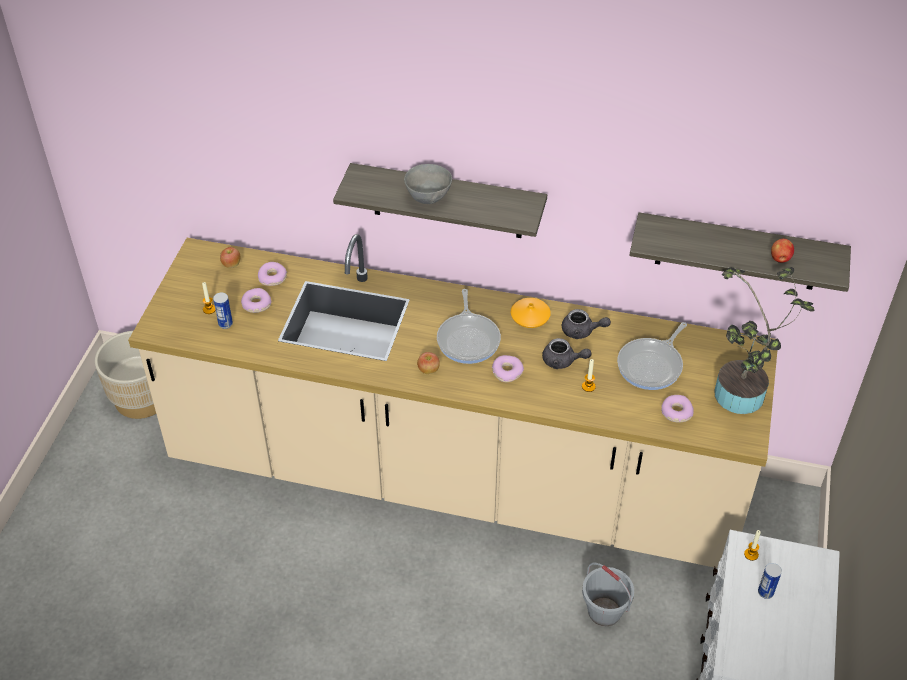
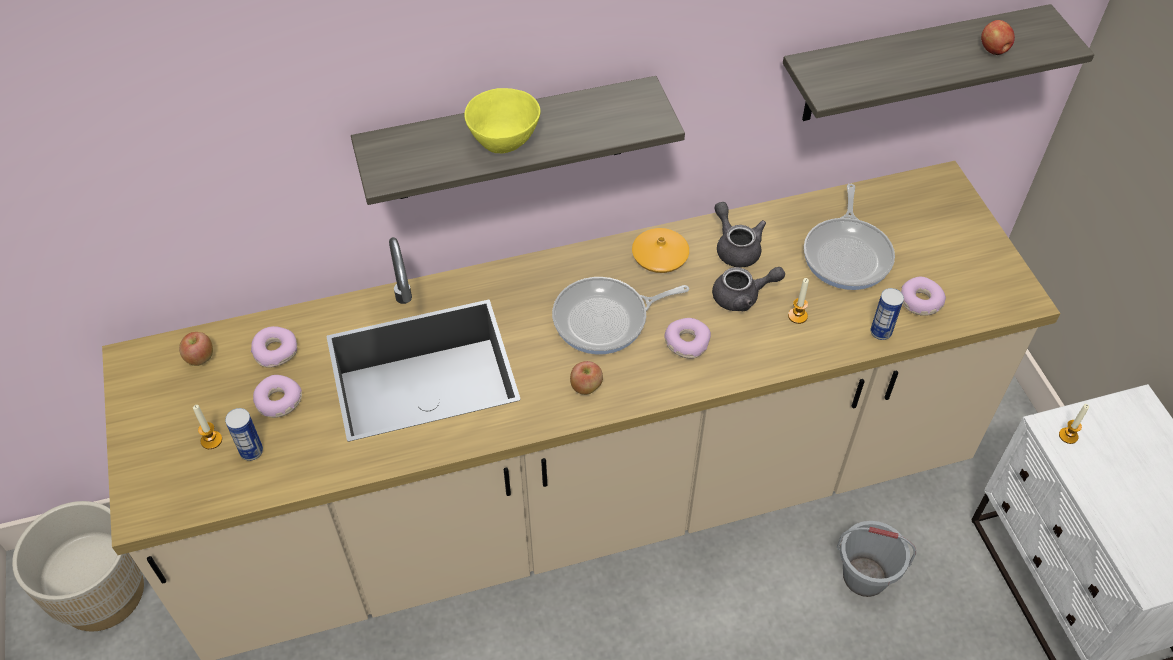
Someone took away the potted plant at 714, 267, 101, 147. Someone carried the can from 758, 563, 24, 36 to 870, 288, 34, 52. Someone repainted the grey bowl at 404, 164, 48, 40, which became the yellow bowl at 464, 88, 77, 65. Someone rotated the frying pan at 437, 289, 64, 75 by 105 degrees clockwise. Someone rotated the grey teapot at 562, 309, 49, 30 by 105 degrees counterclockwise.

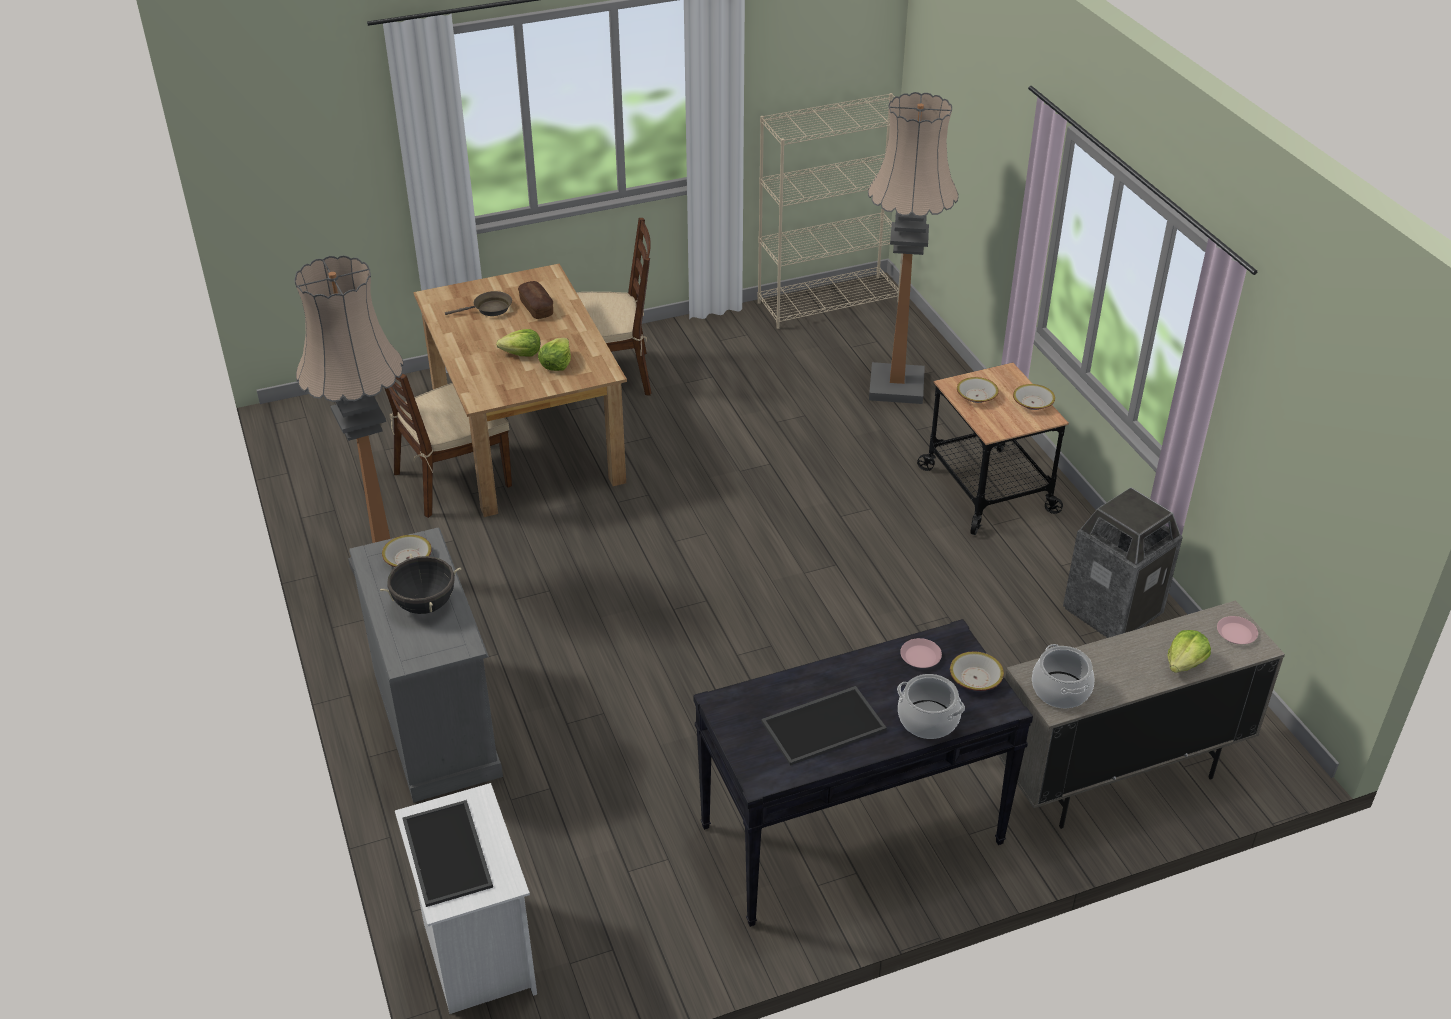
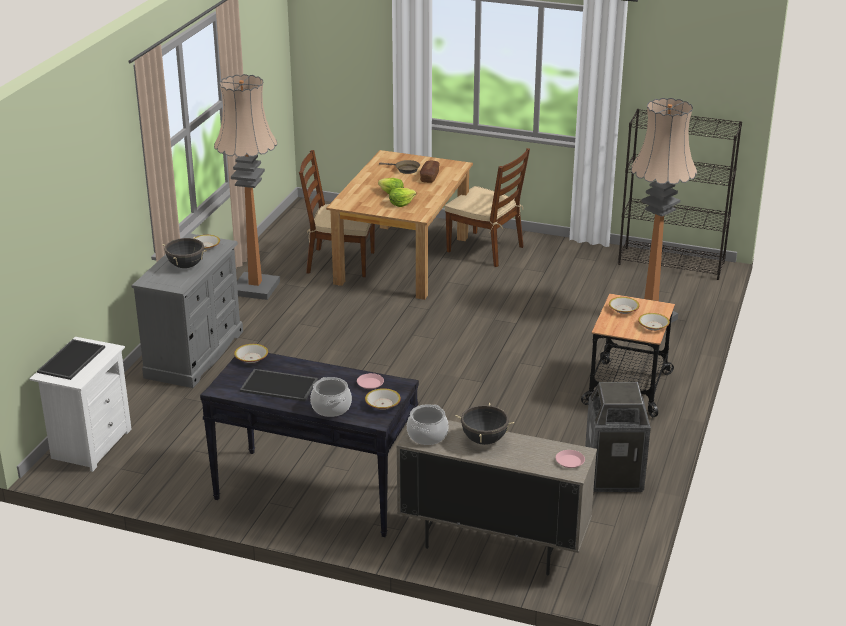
Someone took away the lettuce at 1168, 630, 43, 43. Someone put down the bowl at 234, 344, 34, 19. Someone put down the black cooking pot at 456, 403, 59, 42. Someone repainted the beige bookcase at 757, 93, 146, 236, which became the black bookcase at 618, 109, 124, 171.

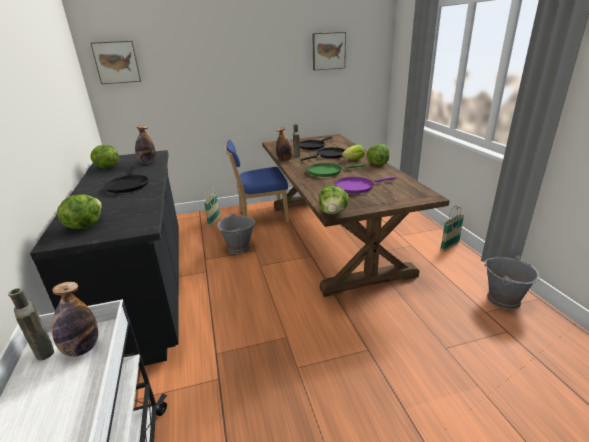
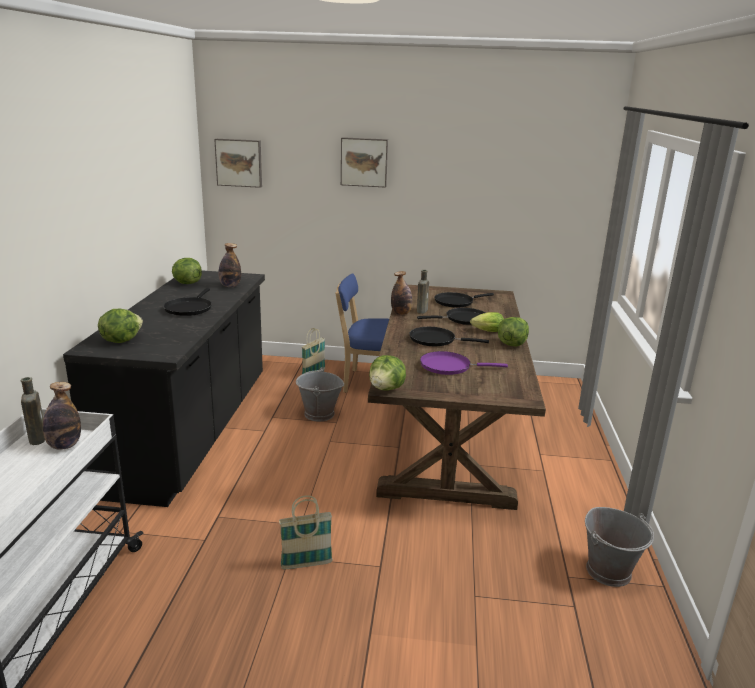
Someone carried the picture from 312, 32, 34, 38 to 341, 137, 47, 51. Someone carried the basket from 440, 206, 24, 45 to 279, 495, 54, 74. Someone repainted the green frying pan at 308, 163, 57, 14, which became the black frying pan at 409, 327, 80, 19.

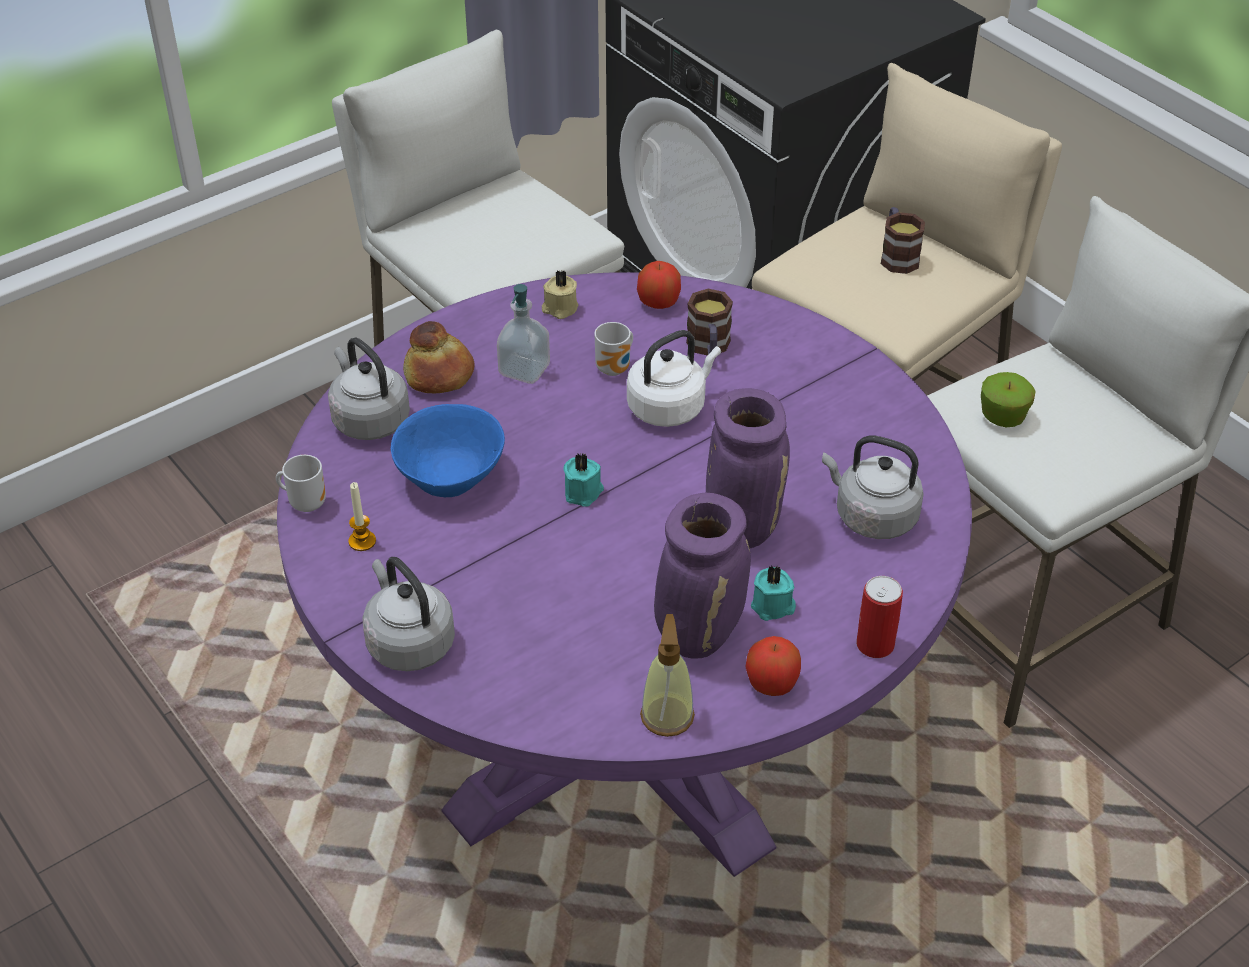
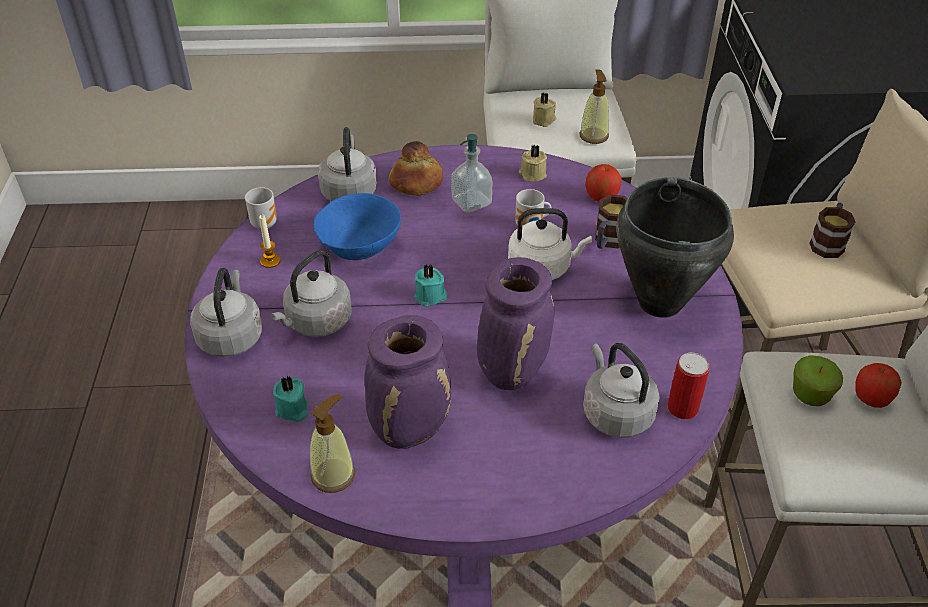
Someone put down the grey kettle at 271, 250, 81, 87. Someone put down the beige candle at 533, 93, 24, 34. Someone put down the soap dispenser at 580, 69, 29, 75. Someone put down the black cooking pot at 616, 177, 118, 141. Someone carried the apple from 745, 636, 56, 60 to 855, 363, 47, 45. Someone carried the turquoise candle from 751, 565, 45, 56 to 273, 376, 35, 46. Someone carried the can from 856, 576, 47, 82 to 667, 352, 43, 67.

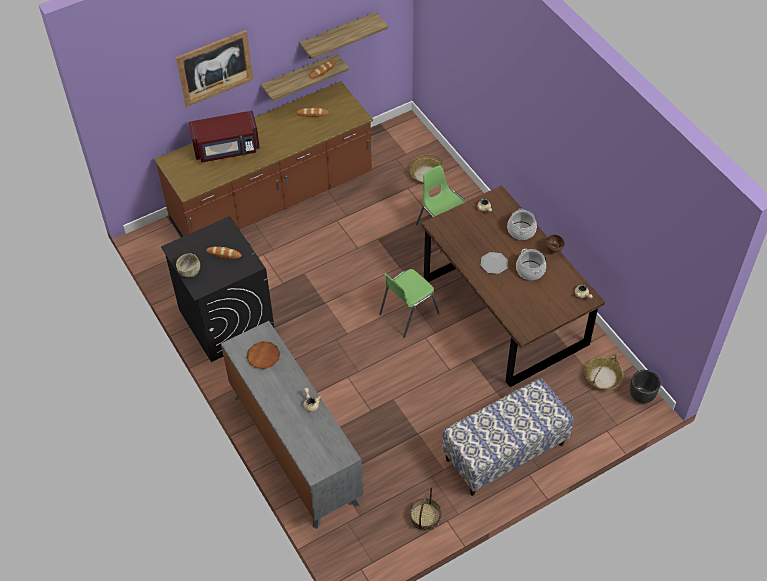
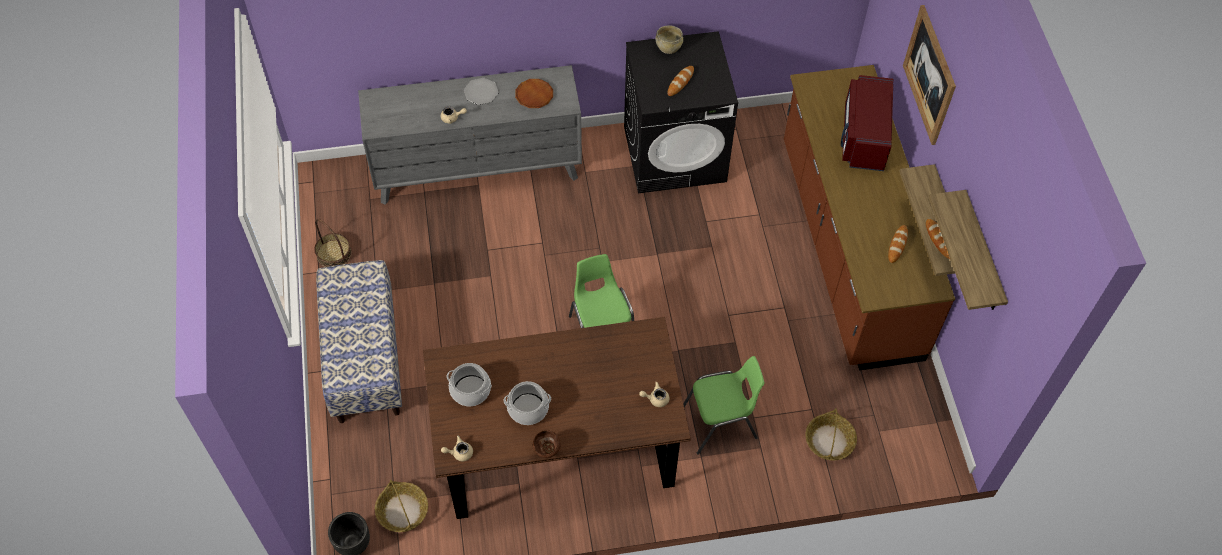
Someone carried the plate from 481, 252, 27, 22 to 464, 78, 35, 27. Someone carried the cooking pot from 507, 209, 30, 31 to 447, 363, 45, 43.

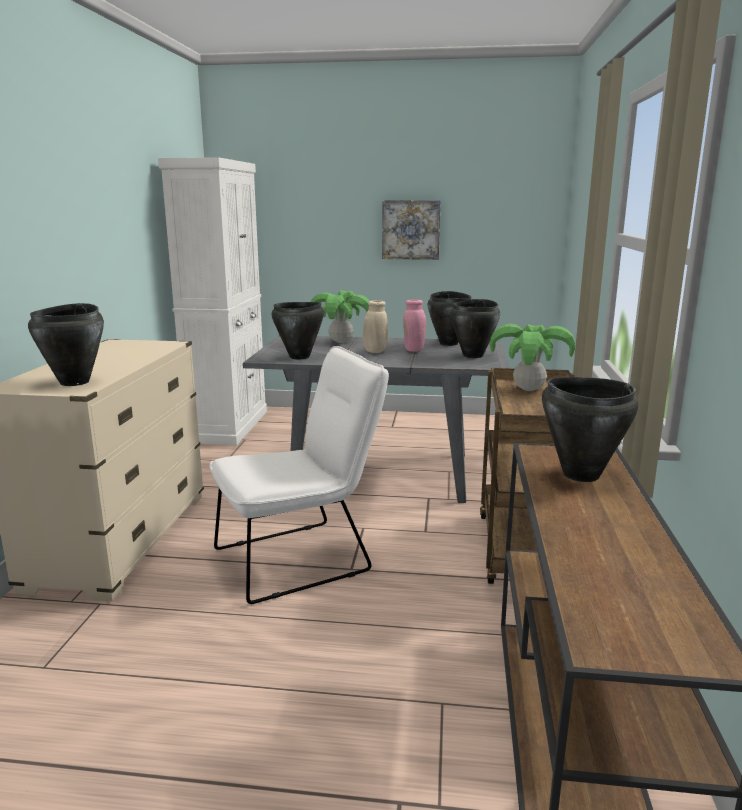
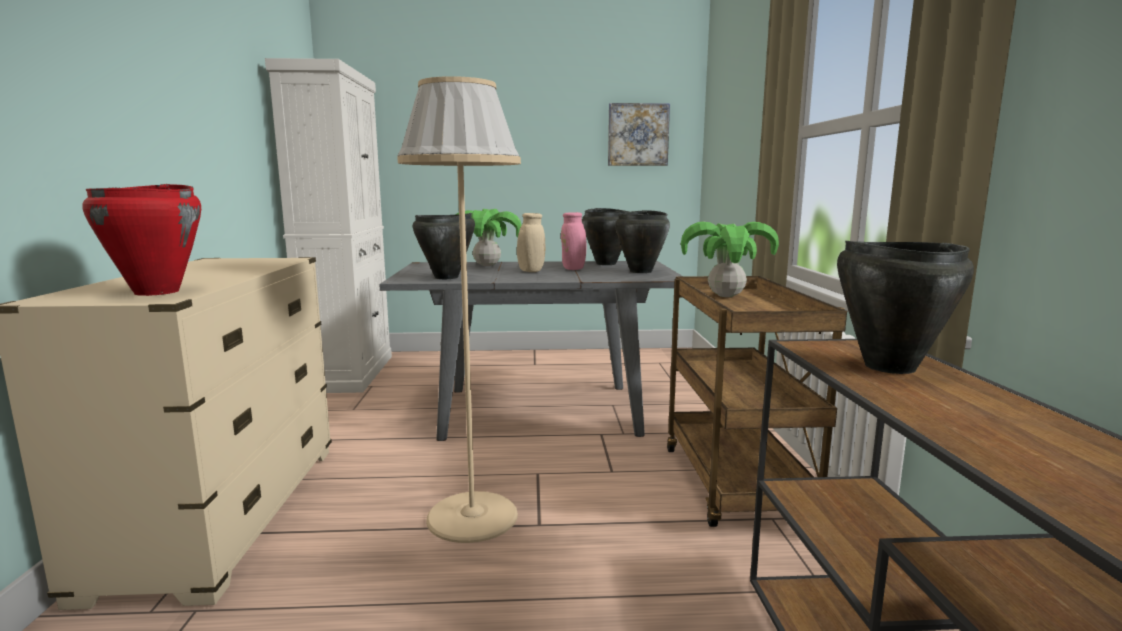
Someone carried the picture from 382, 200, 59, 60 to 608, 103, 62, 63. Someone swapped the white chair at 210, 346, 179, 258 for the beige floor lamp at 397, 76, 124, 467. Someone repainted the black cooking pot at 28, 303, 76, 83, which became the red cooking pot at 82, 184, 119, 112.

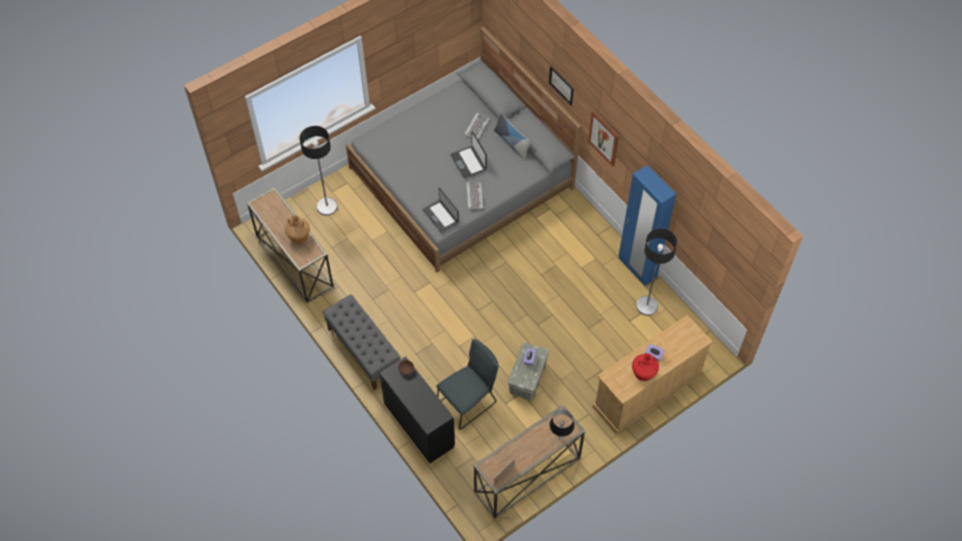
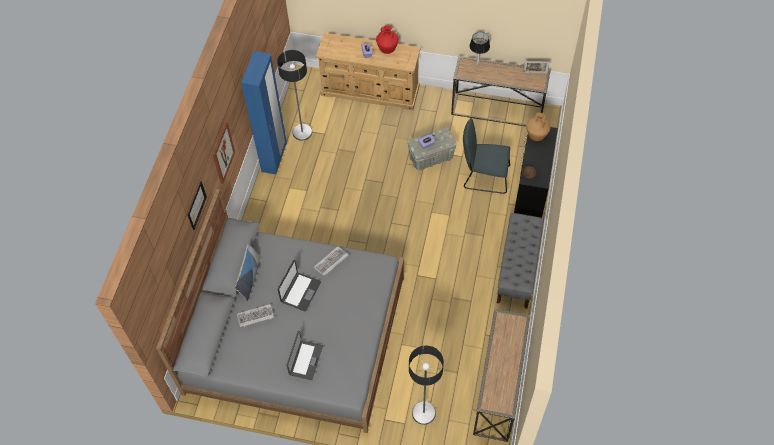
Someone carried the brown vase from 285, 215, 25, 28 to 526, 113, 25, 28. Someone carried the laptop from 422, 188, 37, 45 to 286, 331, 37, 49.

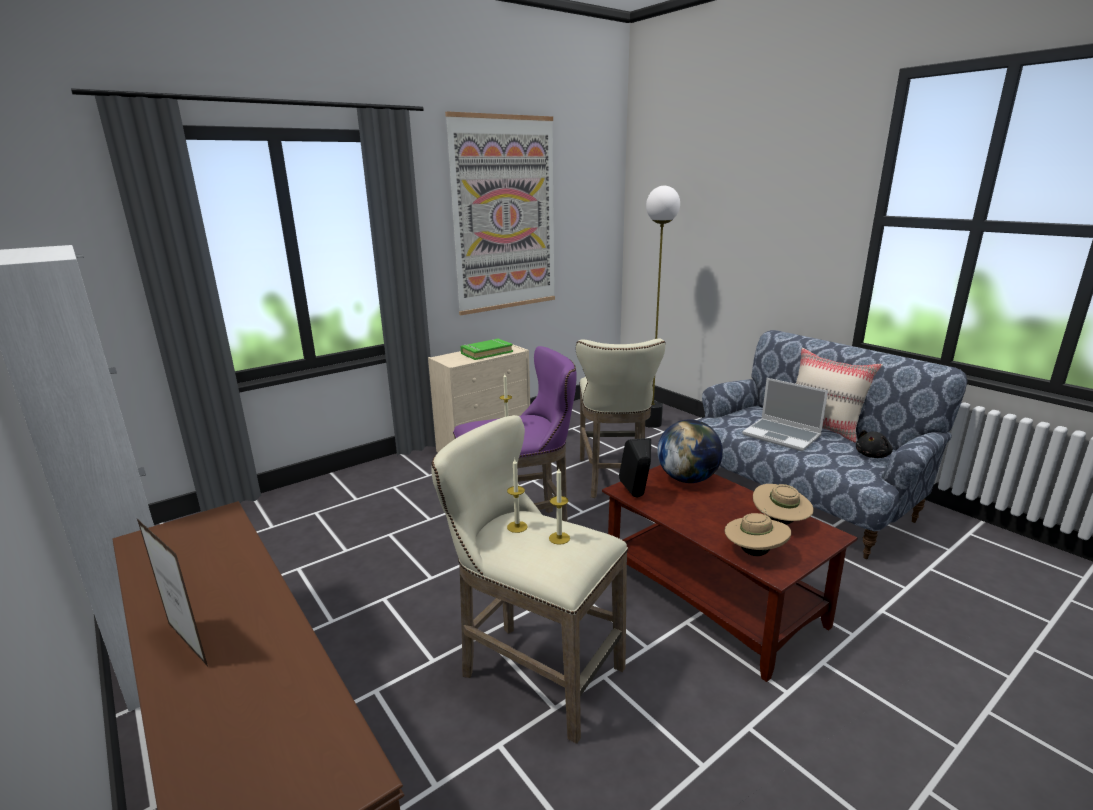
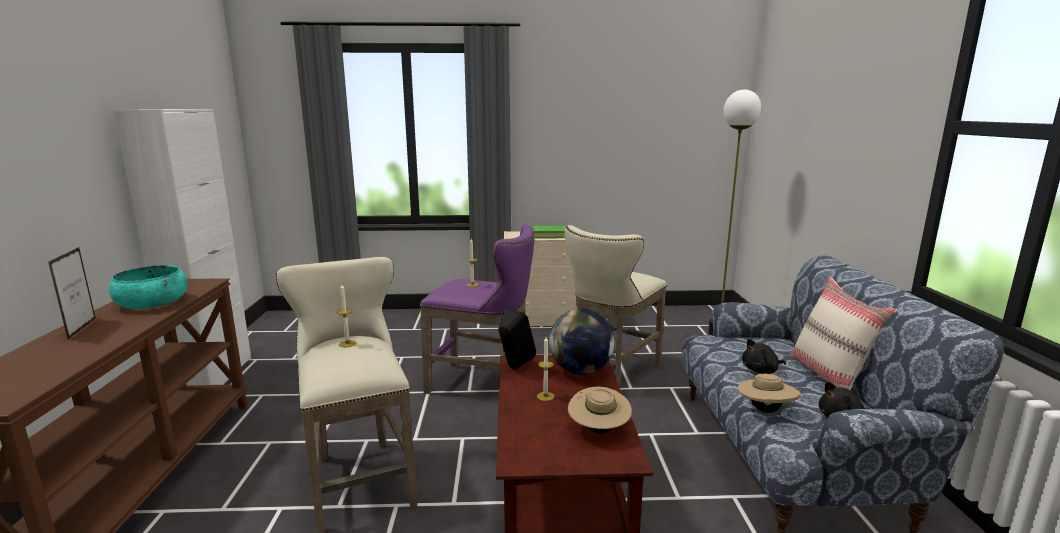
Someone took away the picture at 445, 111, 110, 204. Someone put down the turquoise bowl at 109, 265, 78, 44. Someone carried the candle from 549, 468, 21, 77 to 537, 337, 17, 64. Someone carried the beige hat from 725, 508, 66, 48 to 738, 373, 63, 40. Someone swapped the laptop at 742, 378, 86, 73 for the black plush toy at 742, 339, 44, 35.

